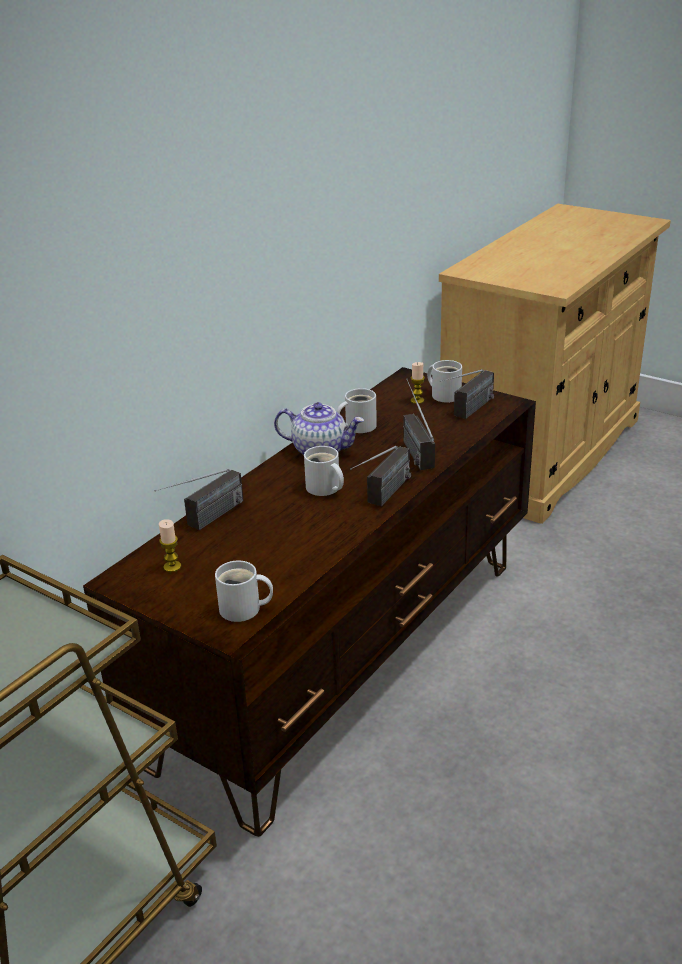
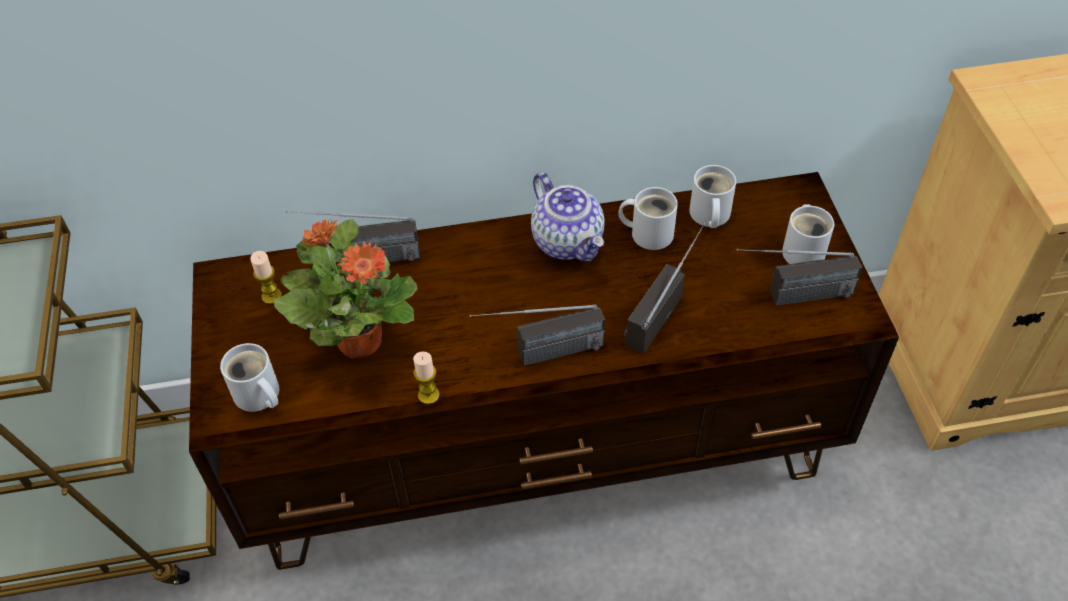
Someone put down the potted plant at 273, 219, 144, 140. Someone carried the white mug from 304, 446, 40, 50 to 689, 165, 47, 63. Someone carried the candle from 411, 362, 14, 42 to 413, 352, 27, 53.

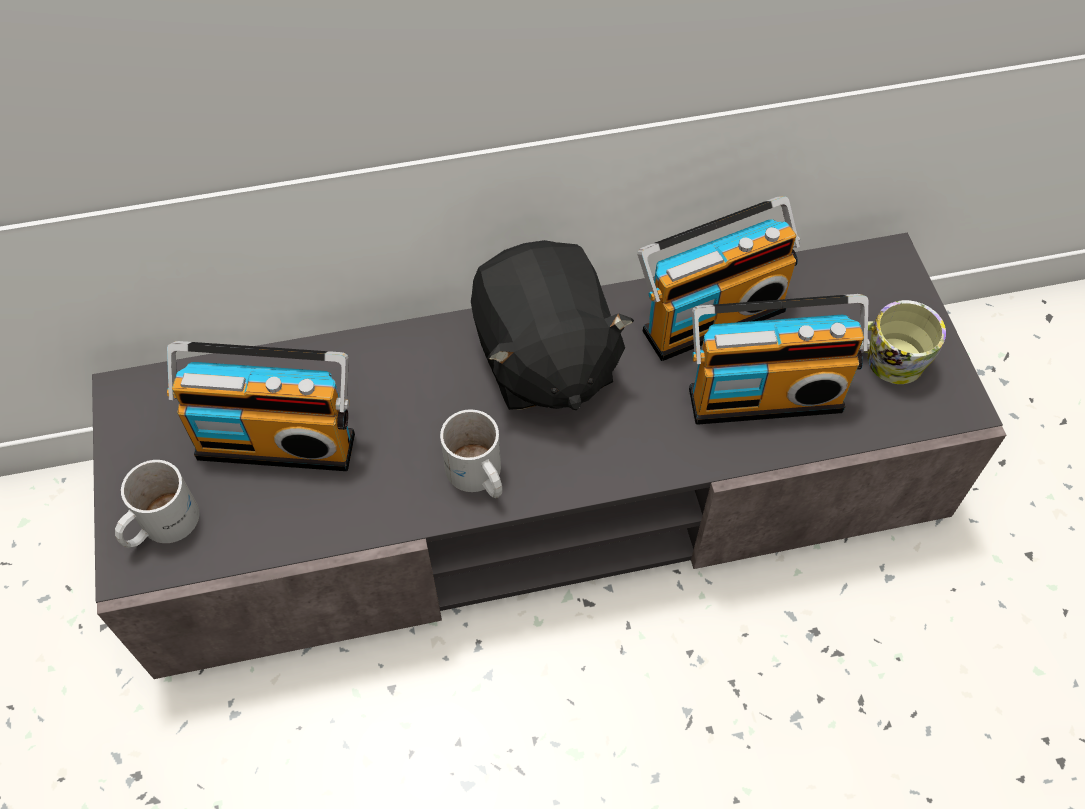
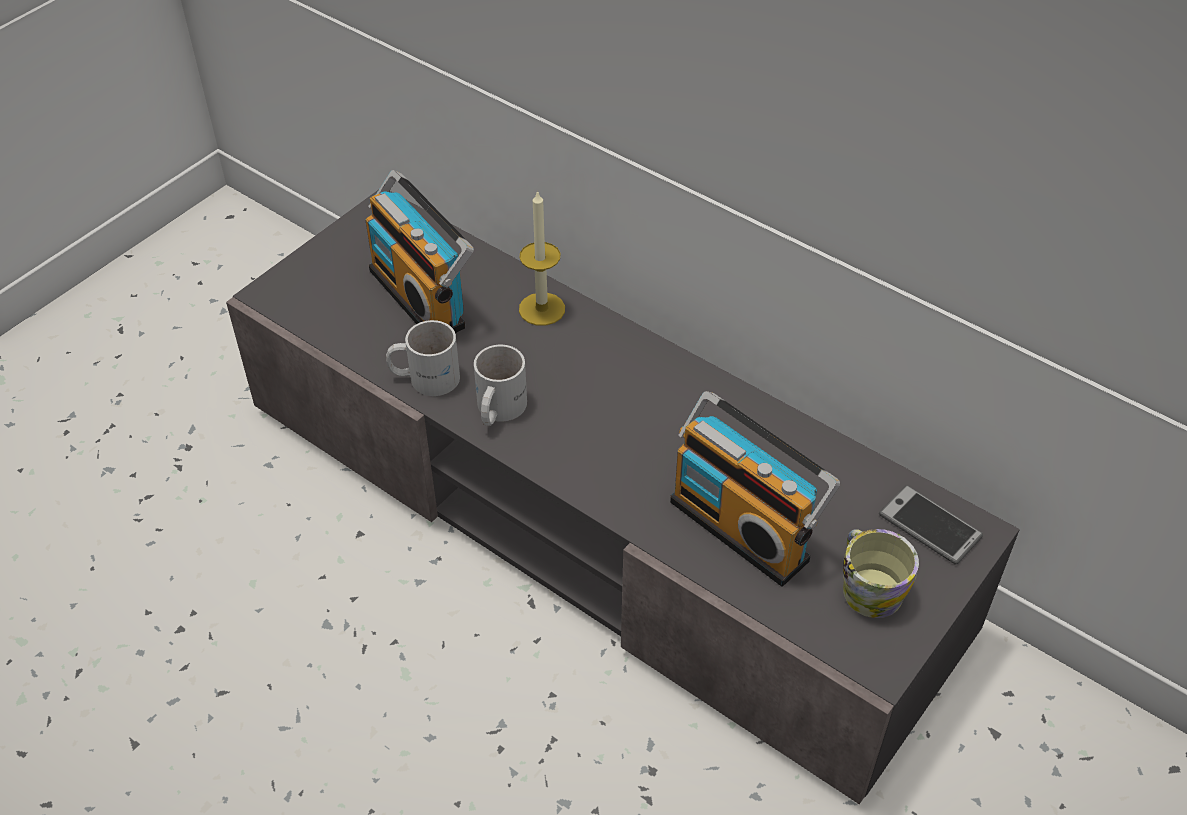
Someone took away the black plush toy at 471, 240, 163, 170. Someone took away the radio at 637, 197, 163, 164. Someone put down the candle at 519, 190, 46, 136. Someone put down the phone at 879, 485, 104, 80. Someone carried the white mug from 115, 460, 85, 88 to 386, 320, 74, 76.

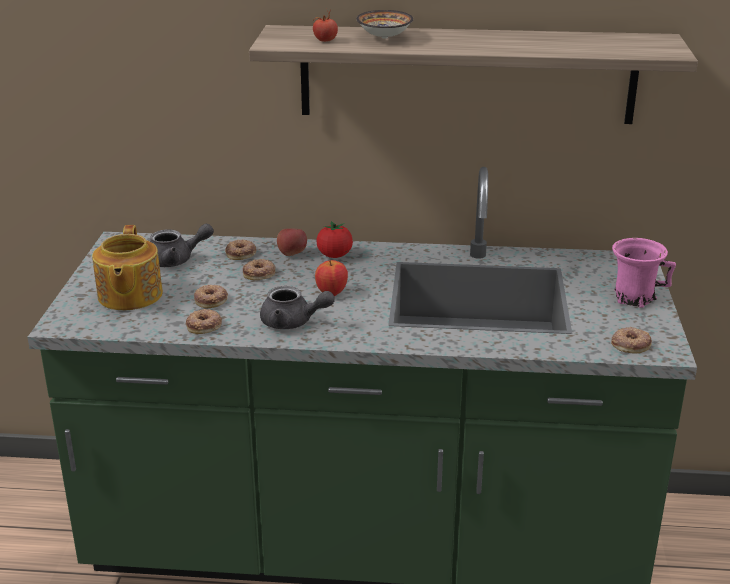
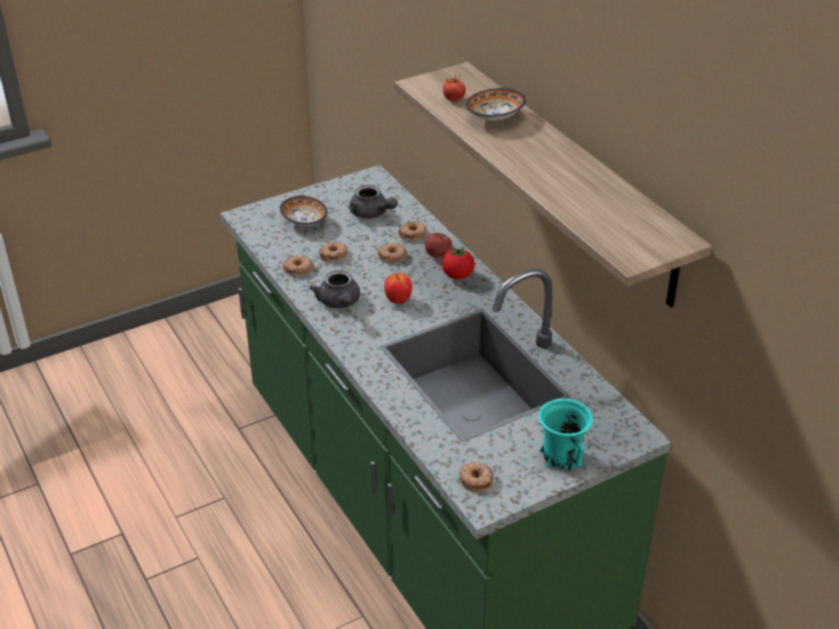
Someone swapped the teapot at 92, 225, 71, 85 for the bowl at 280, 196, 47, 30. Someone repainted the pink mug at 612, 238, 64, 70, which became the turquoise mug at 538, 399, 55, 71.

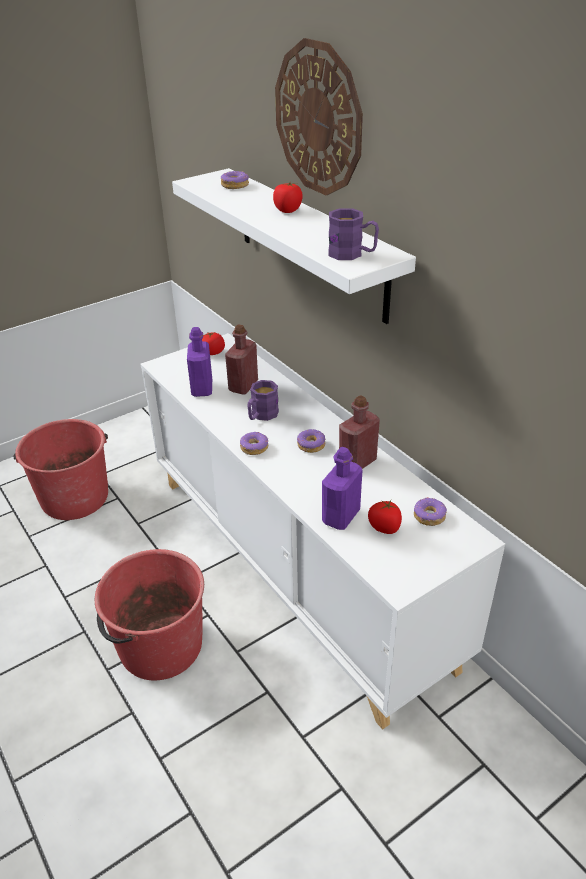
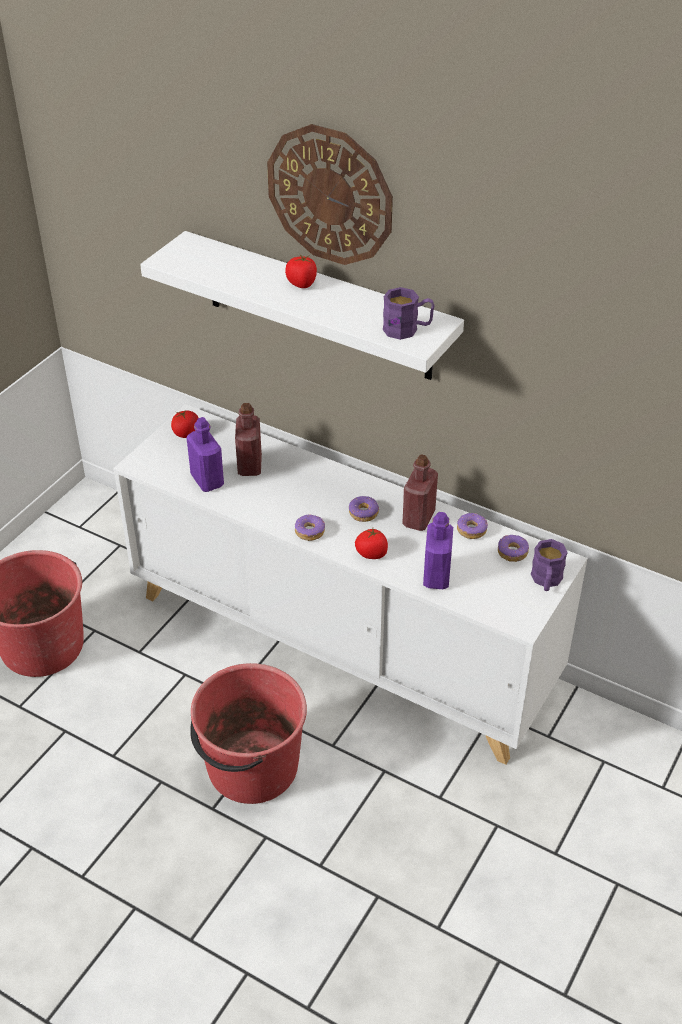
Someone carried the donut from 221, 171, 28, 18 to 457, 513, 31, 26. Someone carried the purple mug from 247, 380, 32, 41 to 531, 539, 37, 52. Someone carried the tomato from 368, 500, 34, 34 to 355, 529, 33, 30.

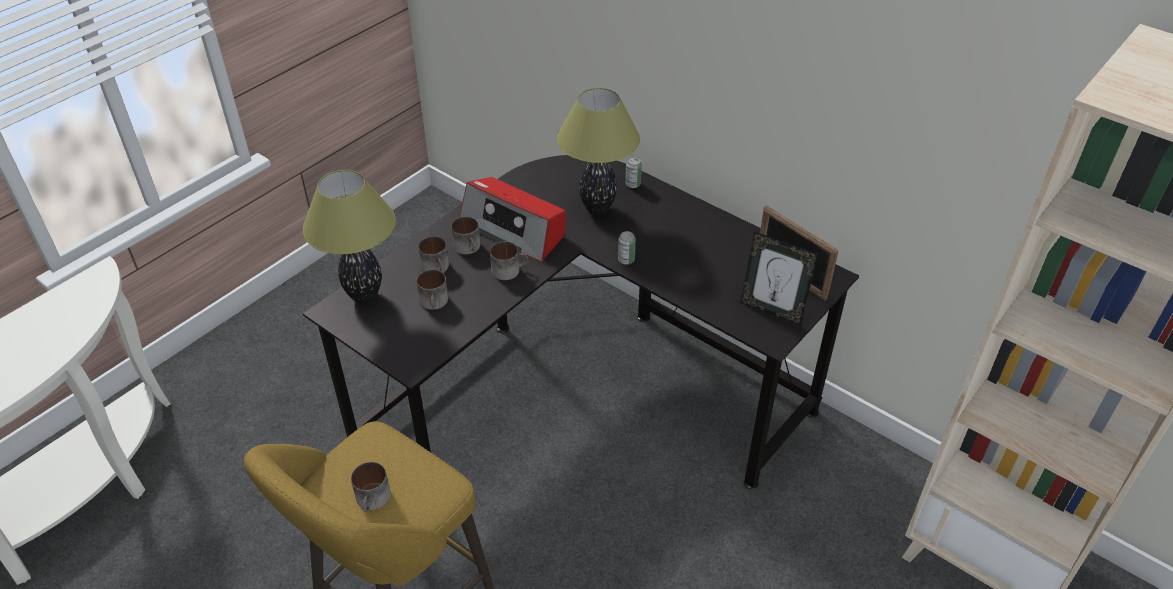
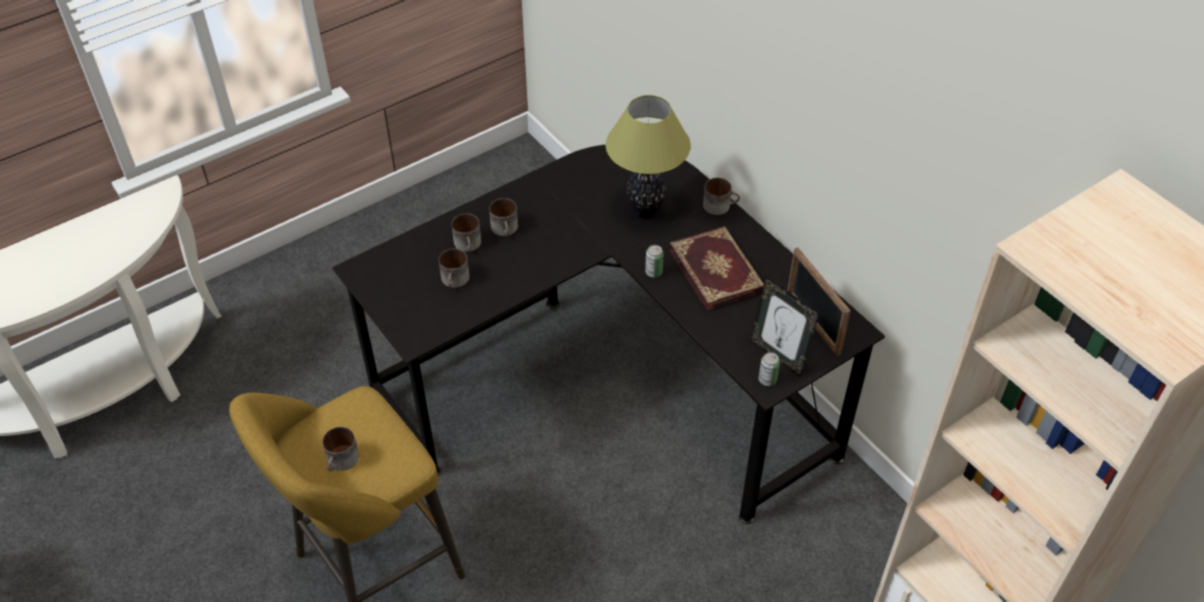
Someone took away the table lamp at 303, 170, 93, 134. Someone took away the radio at 459, 177, 107, 85. Someone put down the book at 669, 226, 95, 85. Someone carried the mug from 490, 241, 38, 39 to 703, 178, 37, 37. Someone carried the can from 625, 157, 17, 31 to 758, 352, 22, 34.

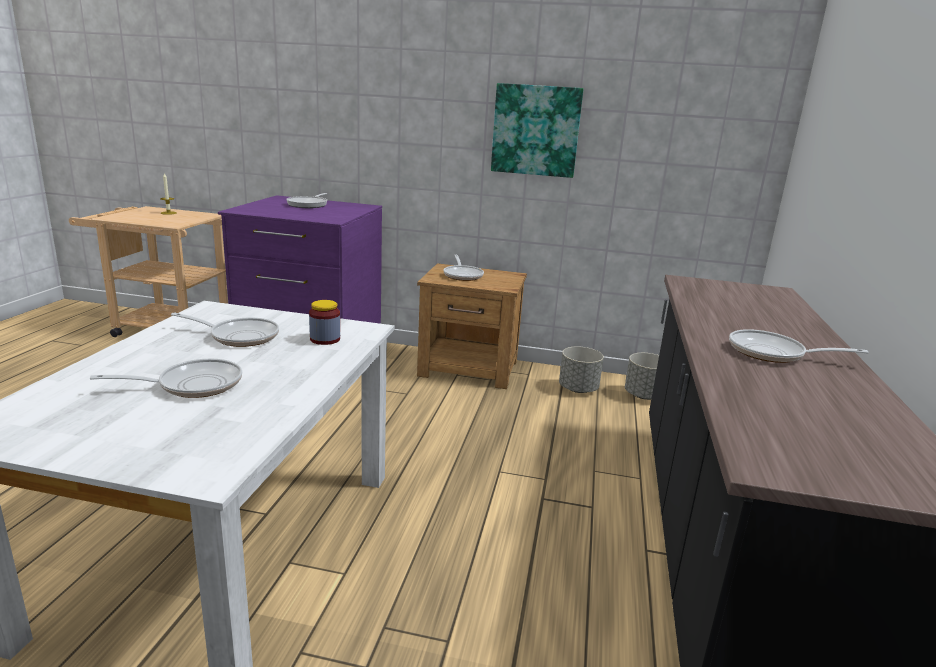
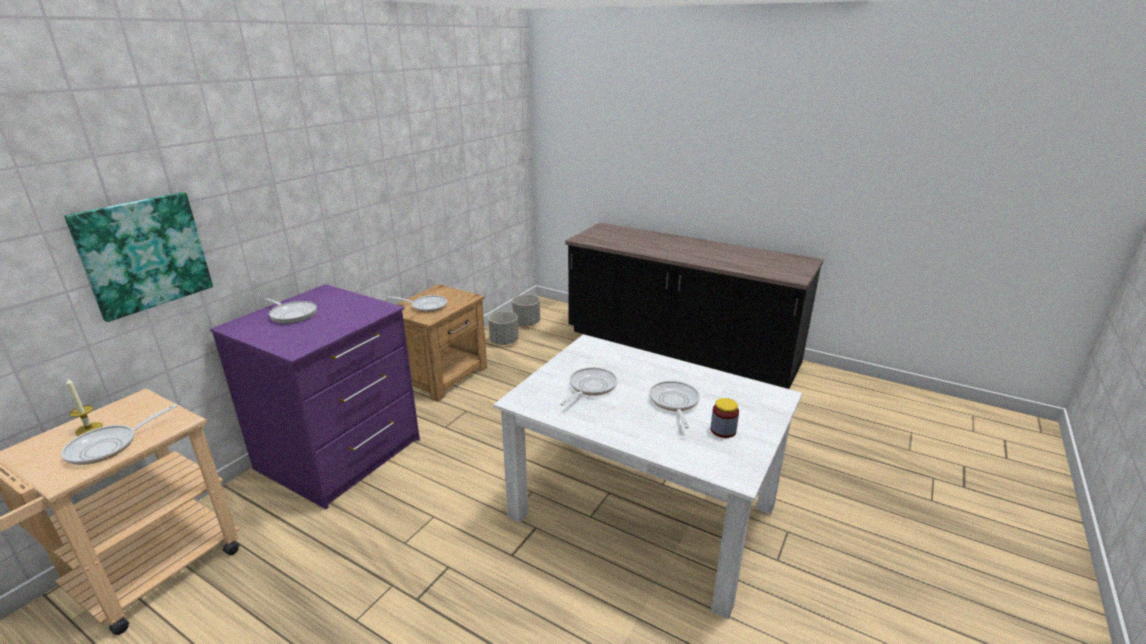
Someone carried the jar from 309, 300, 31, 45 to 711, 398, 28, 40. Someone carried the picture from 491, 83, 92, 95 to 64, 192, 149, 130. Someone carried the frying pan from 729, 329, 140, 34 to 61, 404, 116, 61.

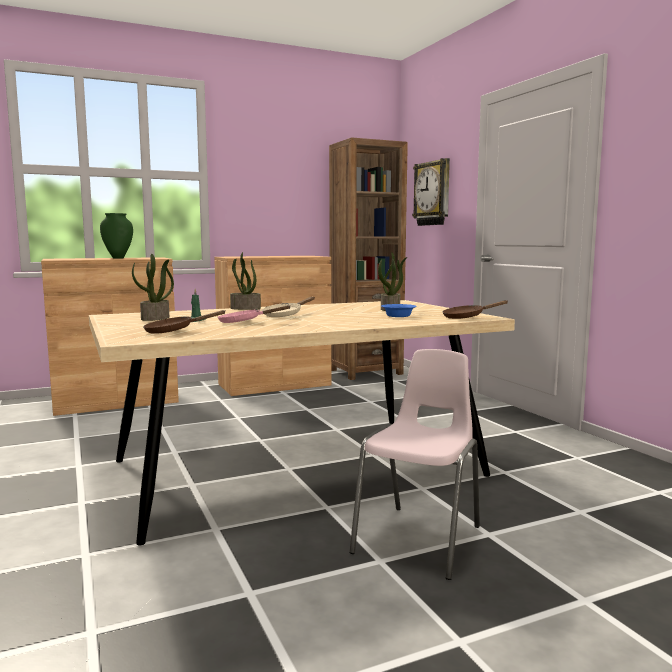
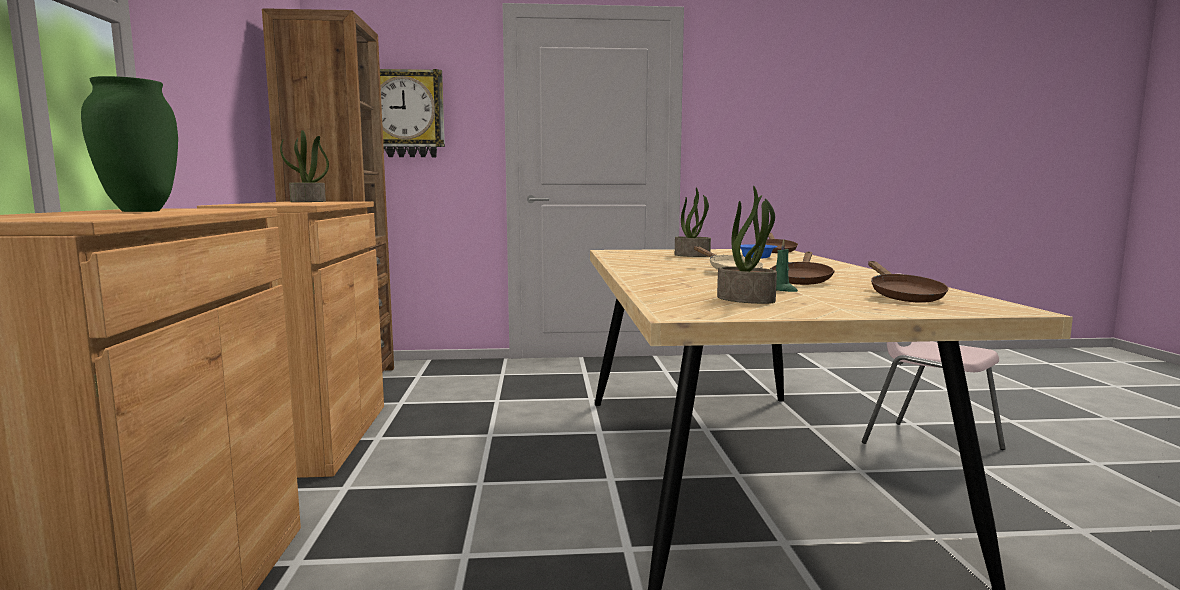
Someone carried the potted plant from 230, 252, 31, 58 to 280, 130, 49, 72. Someone repainted the pink frying pan at 218, 305, 72, 18, which became the brown frying pan at 770, 252, 65, 33.

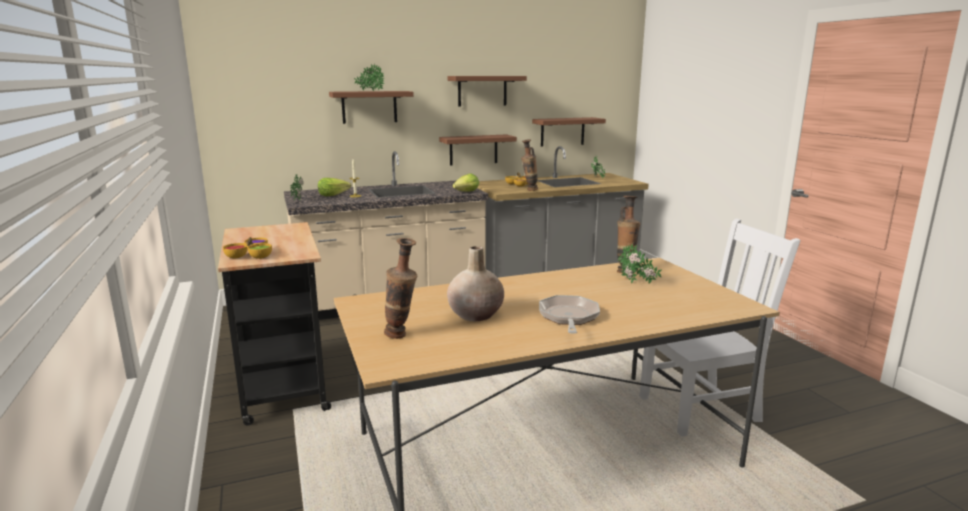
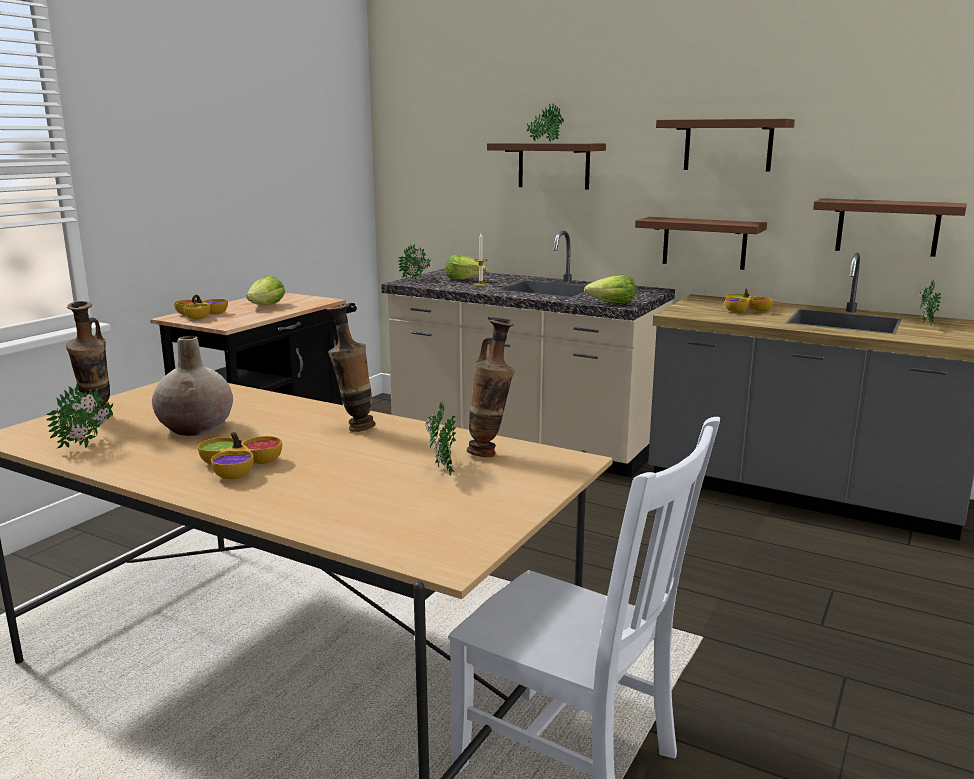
Someone put down the potted plant at 47, 385, 66, 63. Someone put down the lettuce at 247, 276, 38, 29. Someone carried the vase from 521, 139, 17, 52 to 326, 305, 50, 127. Someone swapped the frying pan at 539, 295, 61, 39 for the bowl at 198, 432, 84, 47.

